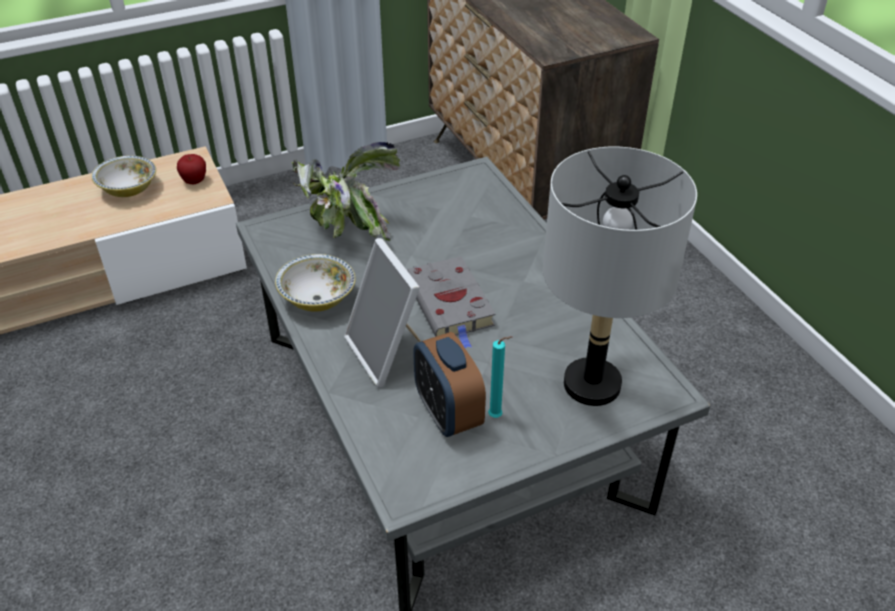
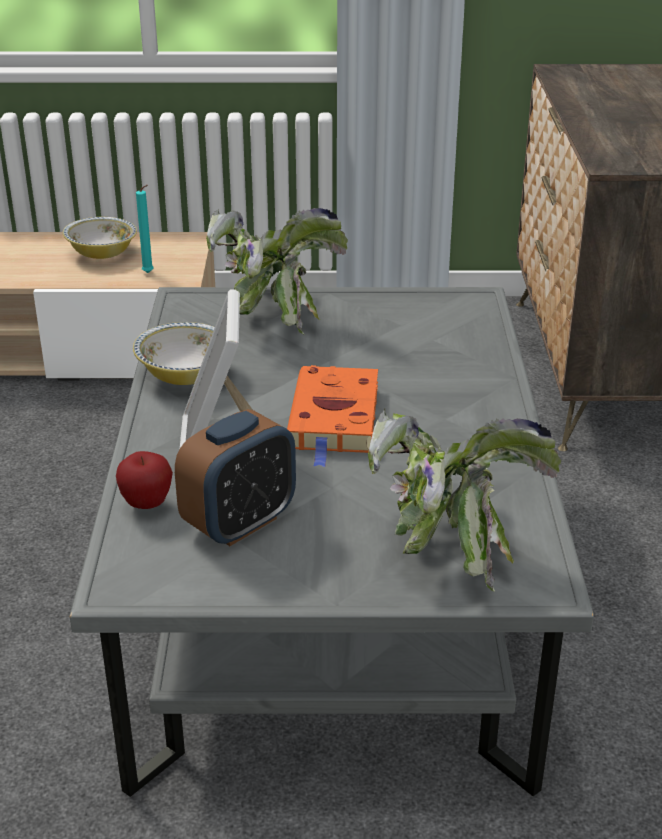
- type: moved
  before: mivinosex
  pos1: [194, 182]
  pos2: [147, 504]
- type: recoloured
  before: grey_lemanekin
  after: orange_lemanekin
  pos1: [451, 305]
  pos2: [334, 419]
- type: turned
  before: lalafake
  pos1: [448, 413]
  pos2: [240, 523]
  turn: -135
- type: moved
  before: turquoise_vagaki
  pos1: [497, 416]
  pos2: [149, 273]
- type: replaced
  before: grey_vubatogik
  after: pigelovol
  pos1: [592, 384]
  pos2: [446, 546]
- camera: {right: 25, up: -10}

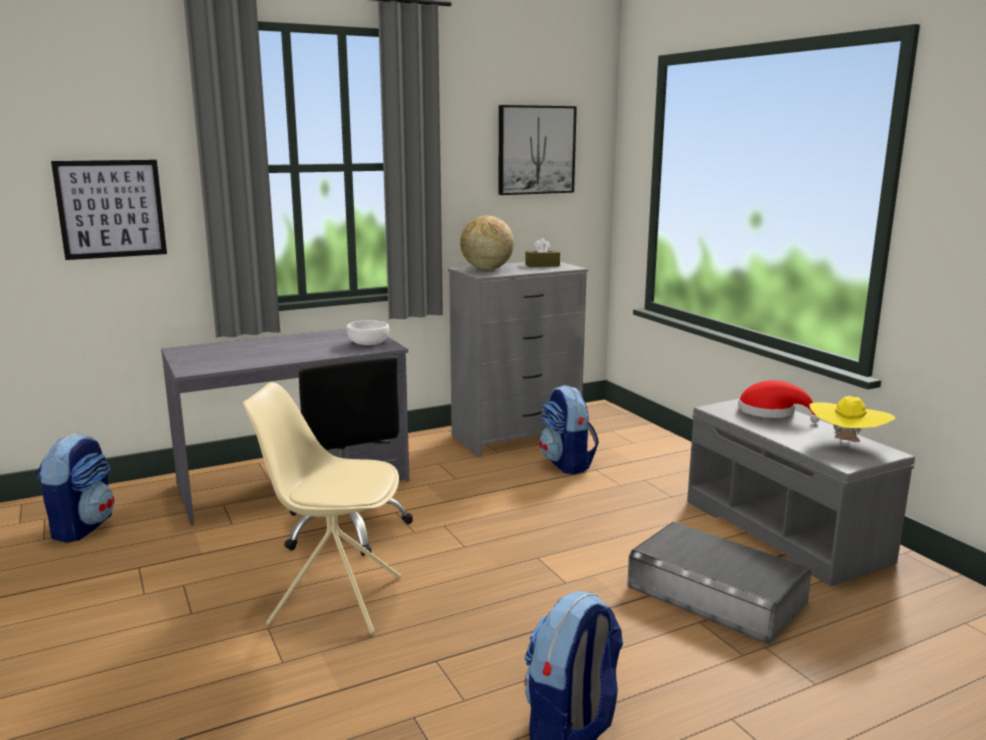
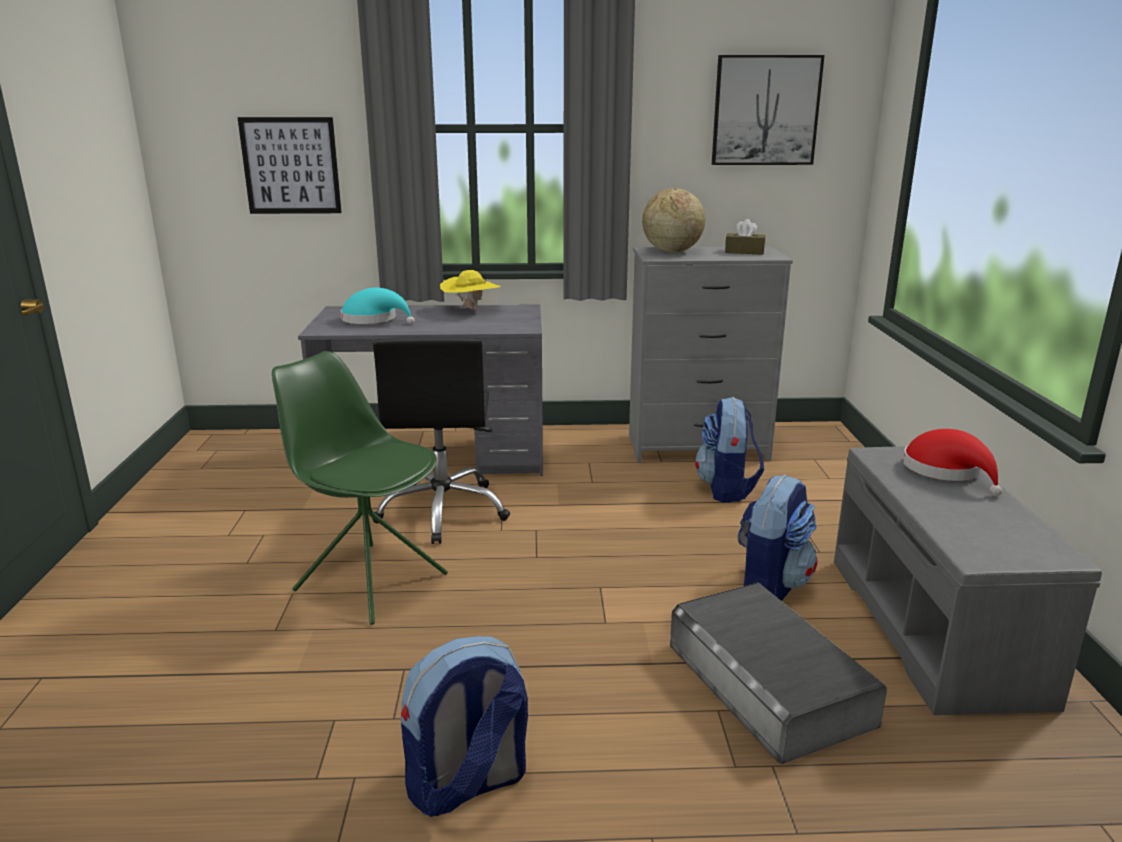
- type: moved
  before: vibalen
  pos1: [82, 527]
  pos2: [770, 585]
- type: recoloured
  before: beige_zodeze
  after: green_zodeze
  pos1: [334, 599]
  pos2: [369, 581]
- type: removed
  before: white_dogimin
  pos1: [368, 343]
- type: moved
  before: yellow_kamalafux
  pos1: [846, 442]
  pos2: [471, 310]
- type: added
  after: turquoise_kamalafux
  pos2: [373, 320]
- camera: {right: 25, up: 5}

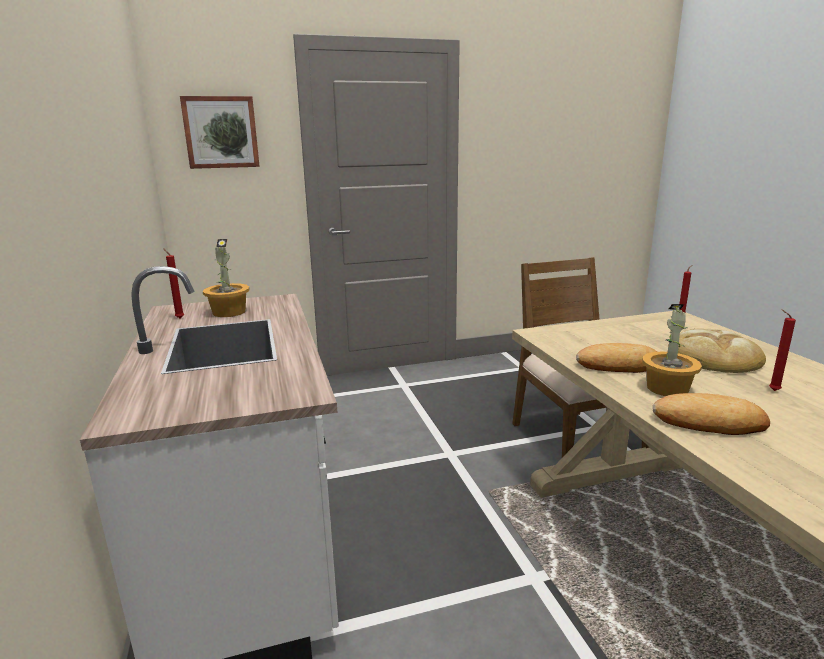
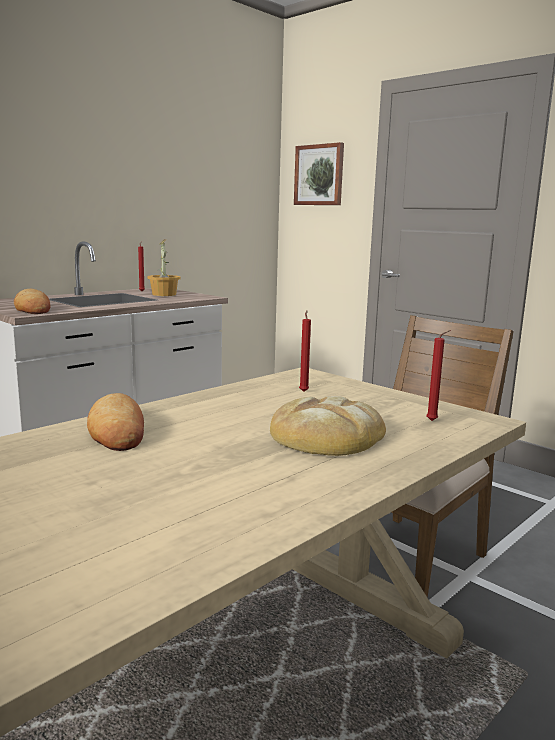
- type: moved
  before: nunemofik
  pos1: [619, 365]
  pos2: [33, 309]
- type: removed
  before: pigelovol
  pos1: [667, 389]
- type: moved
  before: red_vagaki
  pos1: [772, 390]
  pos2: [304, 391]
- camera: {right: 60, up: -5}

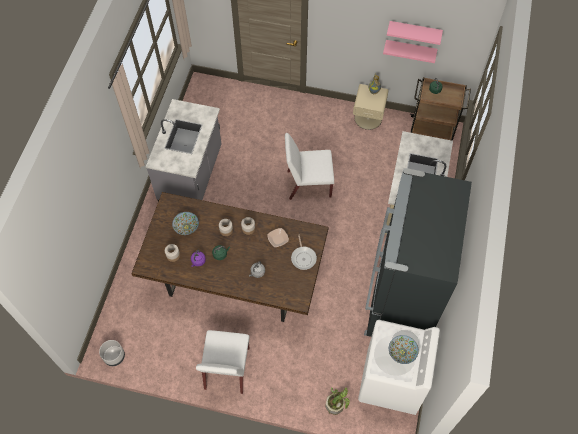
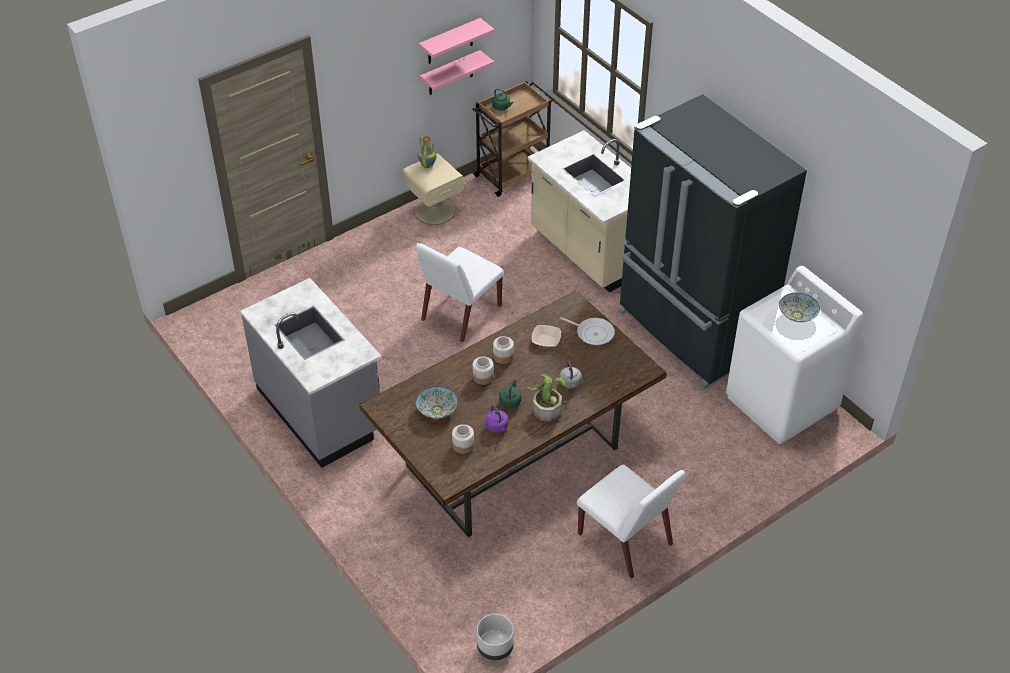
- type: moved
  before: pigelovol
  pos1: [336, 403]
  pos2: [547, 407]
- camera: {right: -50, up: -15}

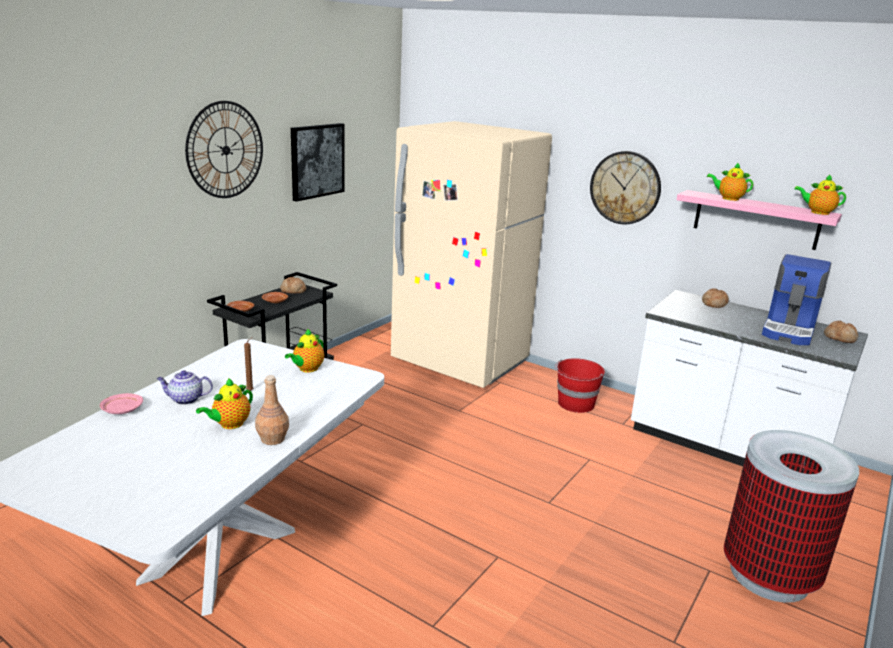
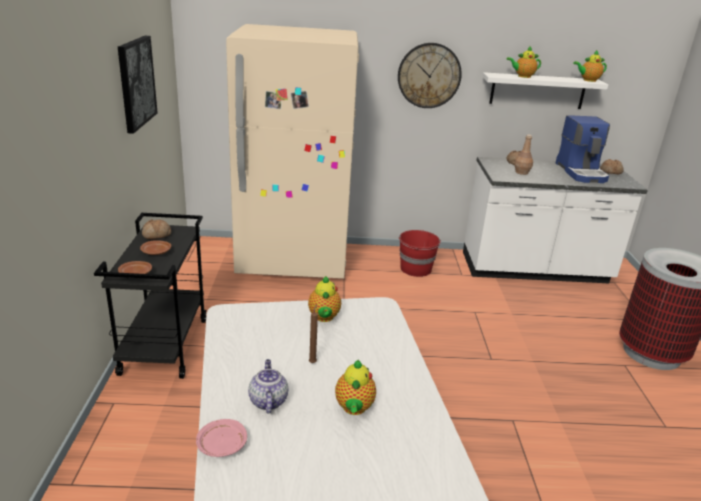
- type: turned
  before: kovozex
  pos1: [185, 399]
  pos2: [267, 401]
  turn: 120
- type: removed
  before: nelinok
  pos1: [225, 150]
- type: moved
  before: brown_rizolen
  pos1: [273, 439]
  pos2: [522, 172]
- type: recoloured
  before: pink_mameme
  after: white_mameme
  pos1: [756, 219]
  pos2: [537, 91]
- camera: {right: -35, up: 5}

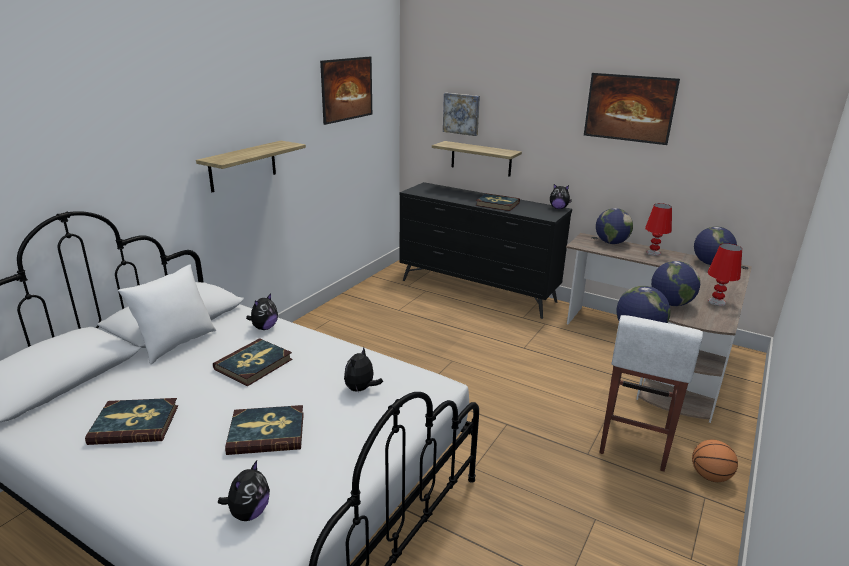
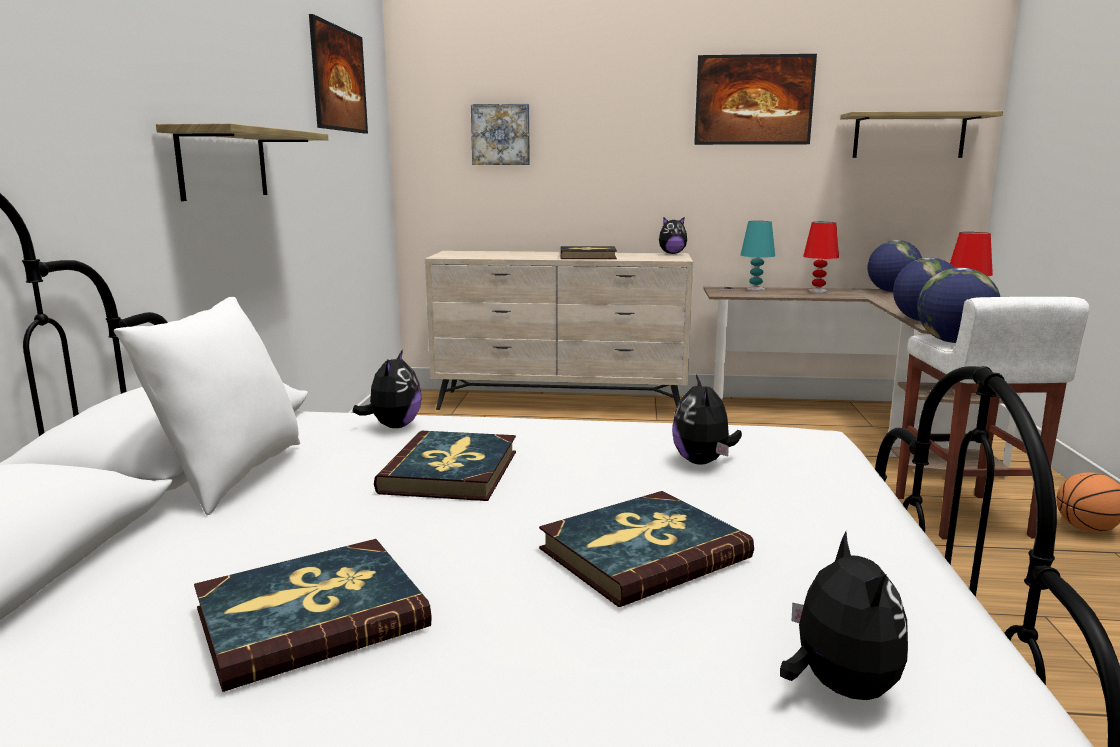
- type: recoloured
  before: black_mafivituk
  after: beige_mafivituk
  pos1: [477, 291]
  pos2: [561, 404]
- type: moved
  before: mameme
  pos1: [481, 158]
  pos2: [909, 136]
- type: replaced
  before: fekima
  after: turquoise_vubatogik
  pos1: [611, 243]
  pos2: [755, 289]
- camera: {right: -25, up: -10}

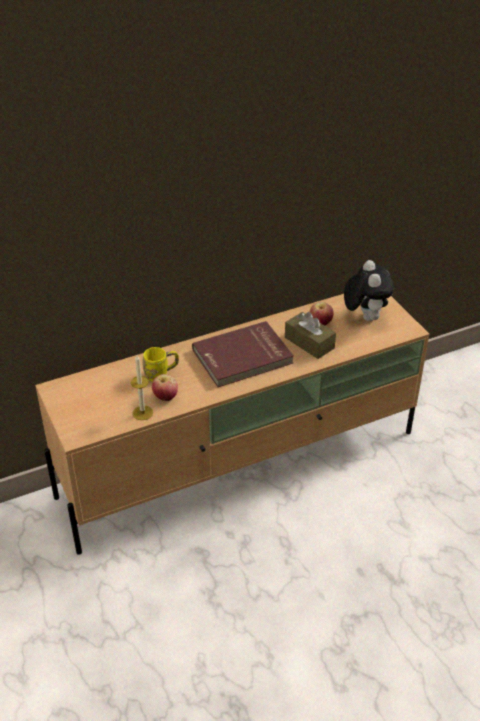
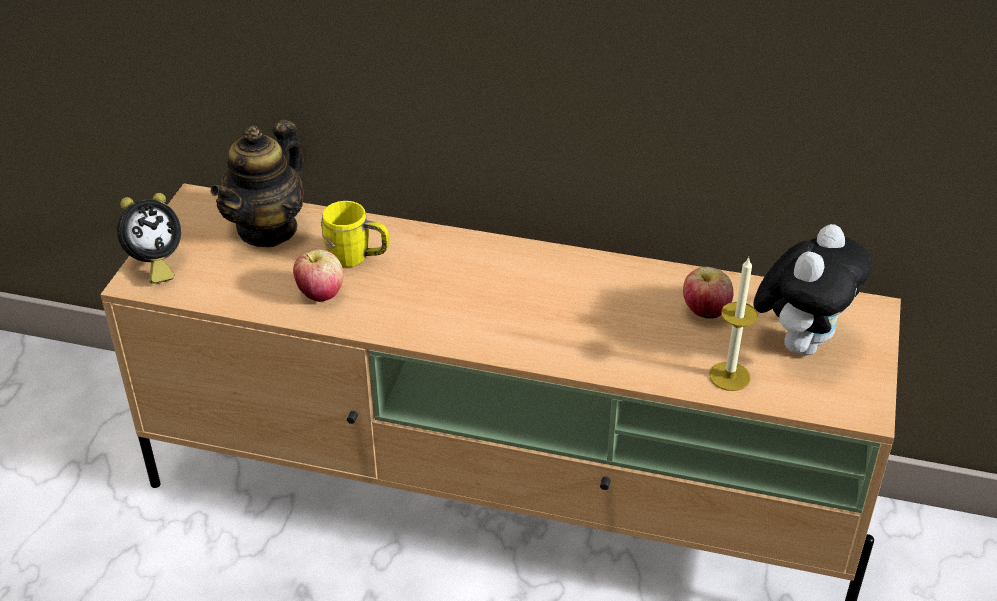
- type: moved
  before: vagaki
  pos1: [142, 413]
  pos2: [729, 376]
- type: removed
  before: red_lemanekin
  pos1: [243, 357]
- type: removed
  before: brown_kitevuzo
  pos1: [309, 343]
- type: added
  after: lalafake
  pos2: [154, 264]
- type: added
  after: kovozex
  pos2: [267, 228]
- camera: {right: 40, up: 0}

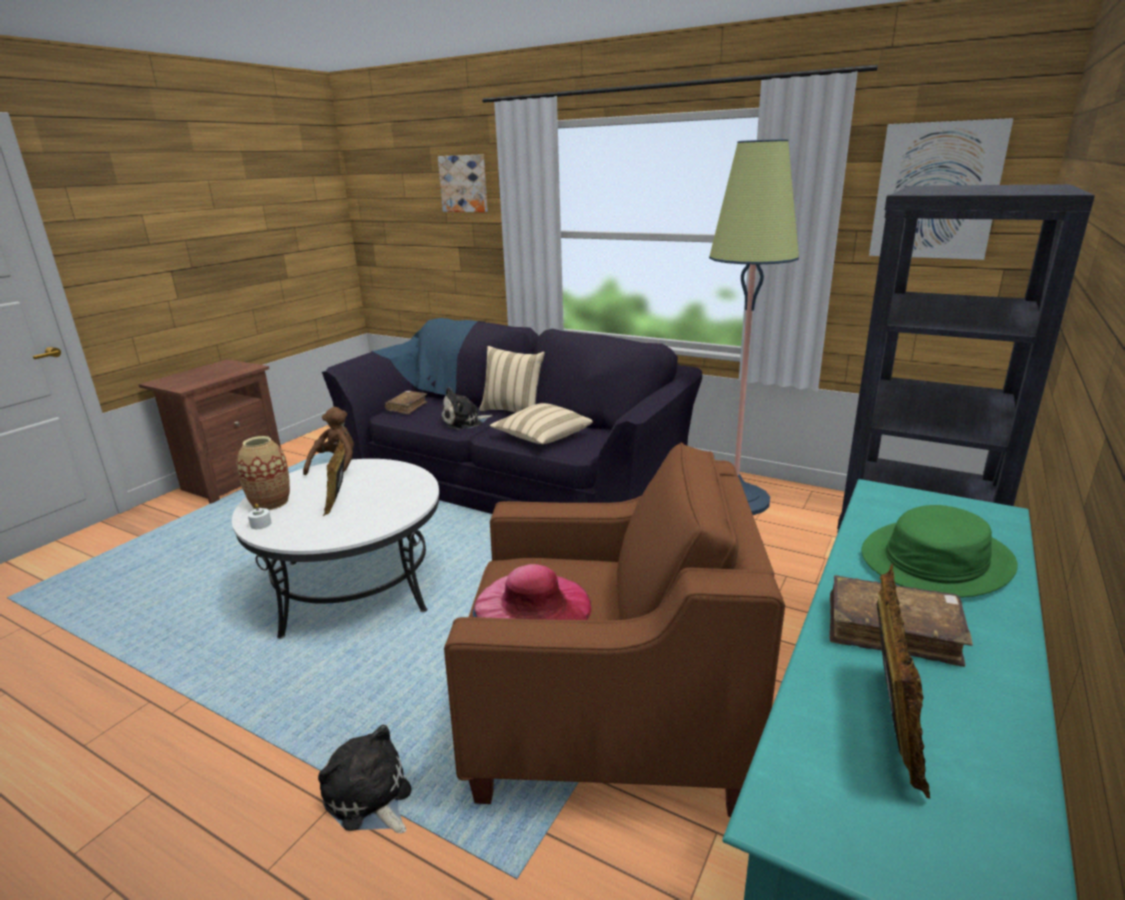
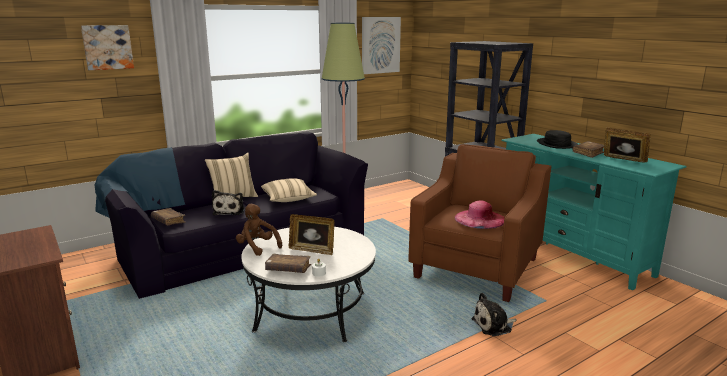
- type: replaced
  before: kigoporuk
  after: brown_lemanekin
  pos1: [270, 502]
  pos2: [288, 269]
- type: recoloured
  before: green_kamalafux
  after: black_kamalafux
  pos1: [935, 560]
  pos2: [556, 144]
- camera: {right: -65, up: -5}

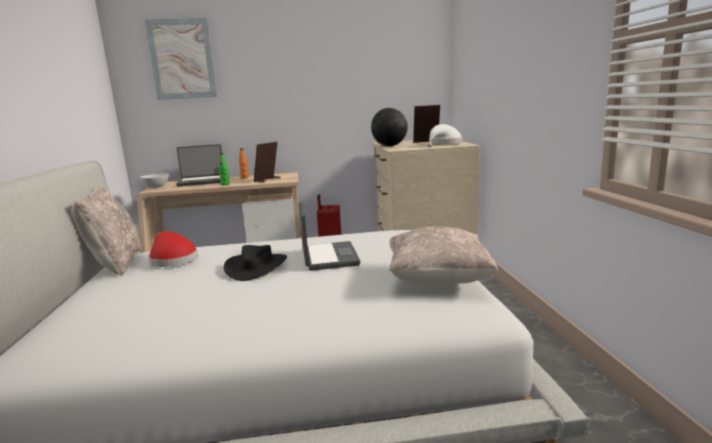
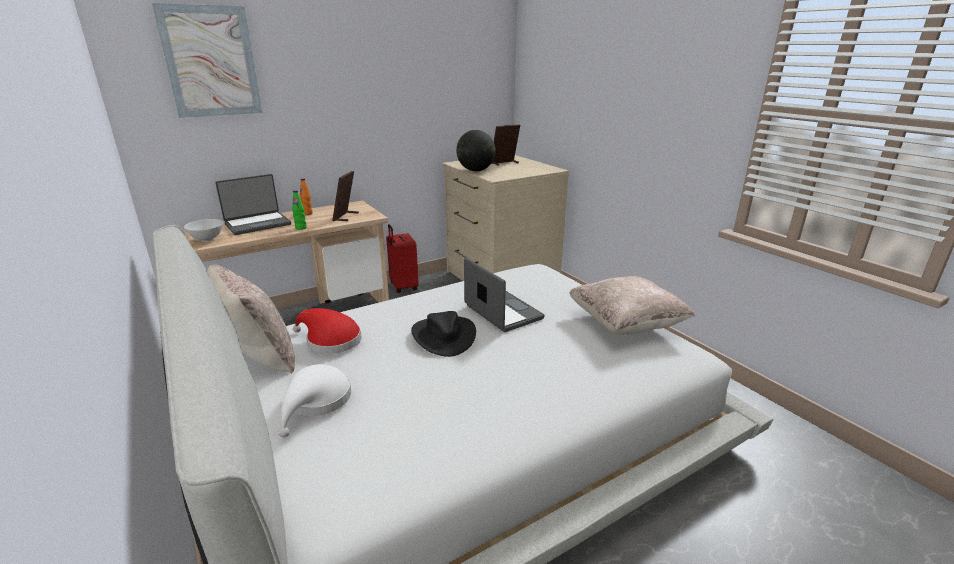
- type: moved
  before: white_kamalafux
  pos1: [444, 144]
  pos2: [316, 402]
- camera: {right: -25, up: 10}

